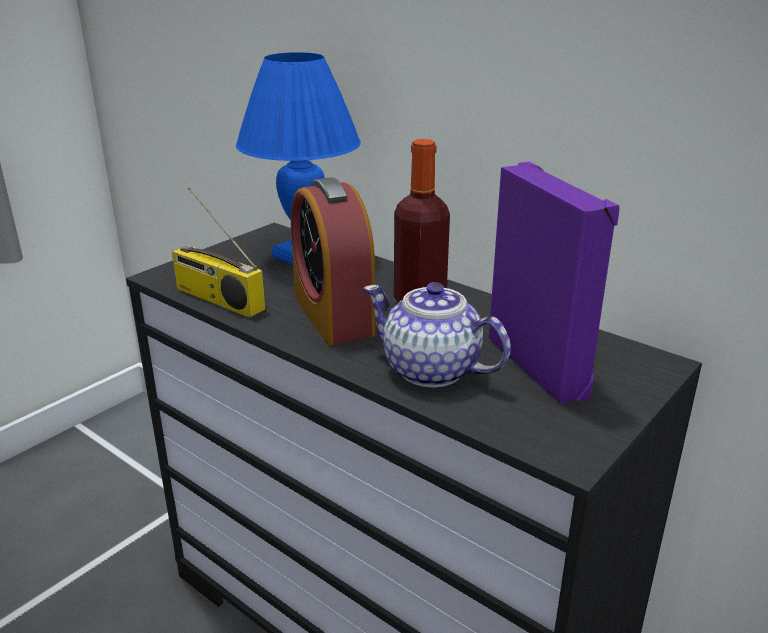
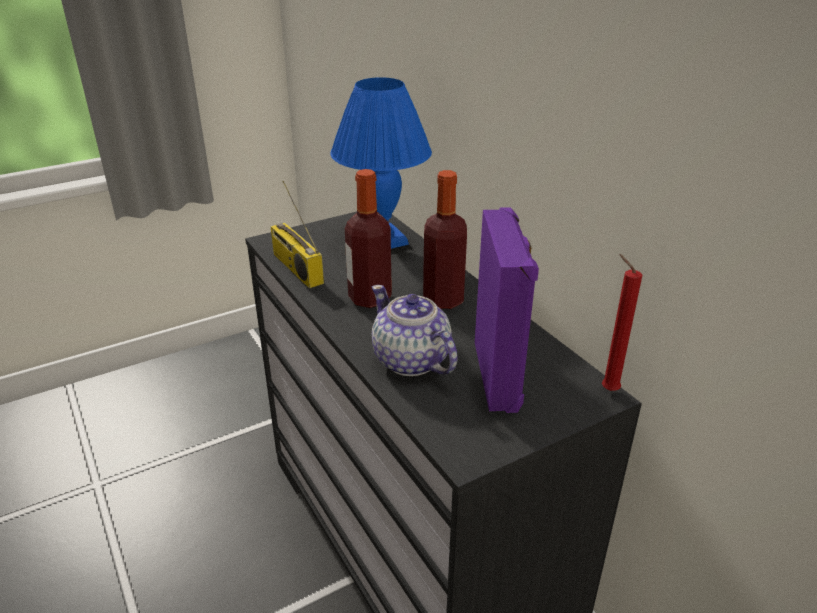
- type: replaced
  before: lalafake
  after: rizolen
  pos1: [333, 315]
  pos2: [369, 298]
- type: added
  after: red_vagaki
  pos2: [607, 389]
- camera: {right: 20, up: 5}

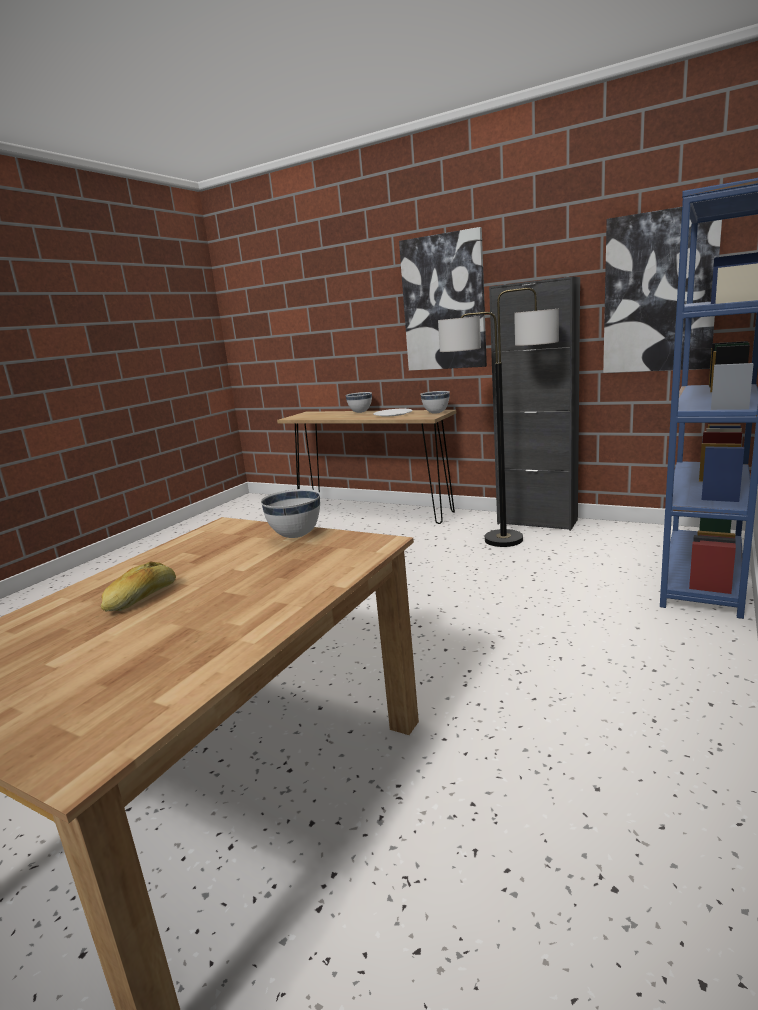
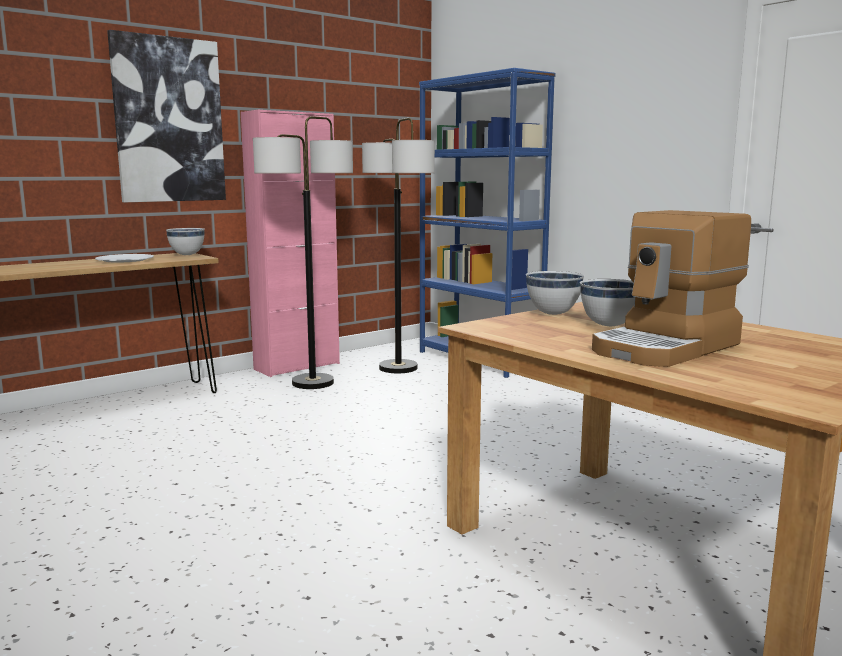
- type: replaced
  before: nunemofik
  after: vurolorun
  pos1: [142, 598]
  pos2: [667, 348]
- type: moved
  before: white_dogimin
  pos1: [360, 412]
  pos2: [609, 326]
- type: recoloured
  before: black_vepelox
  after: pink_vepelox
  pos1: [537, 522]
  pos2: [297, 366]
- type: removed
  before: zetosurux
  pos1: [659, 293]
- type: added
  after: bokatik
  pos2: [398, 368]
- camera: {right: -70, up: -5}

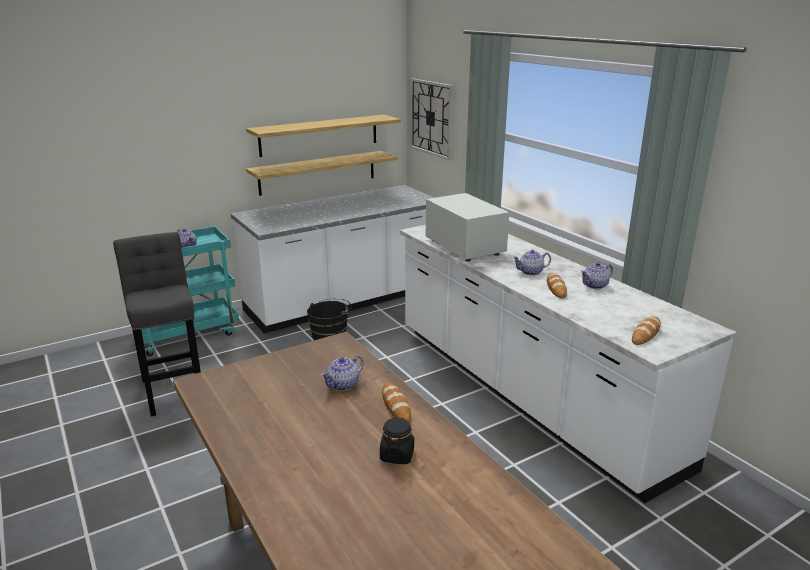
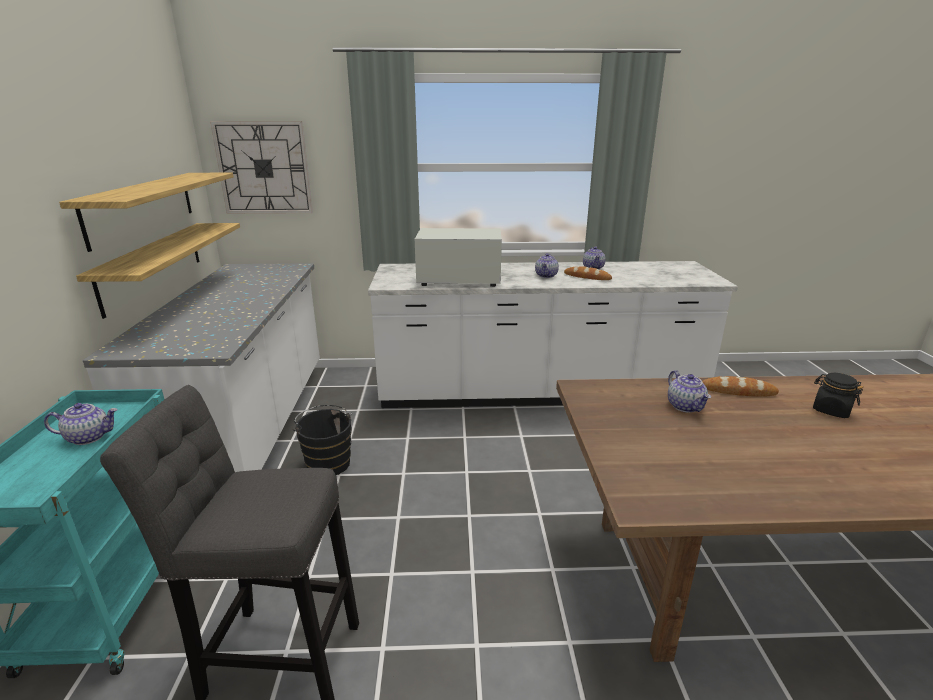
- type: removed
  before: nunemofik
  pos1: [646, 333]
- camera: {right: -60, up: 0}

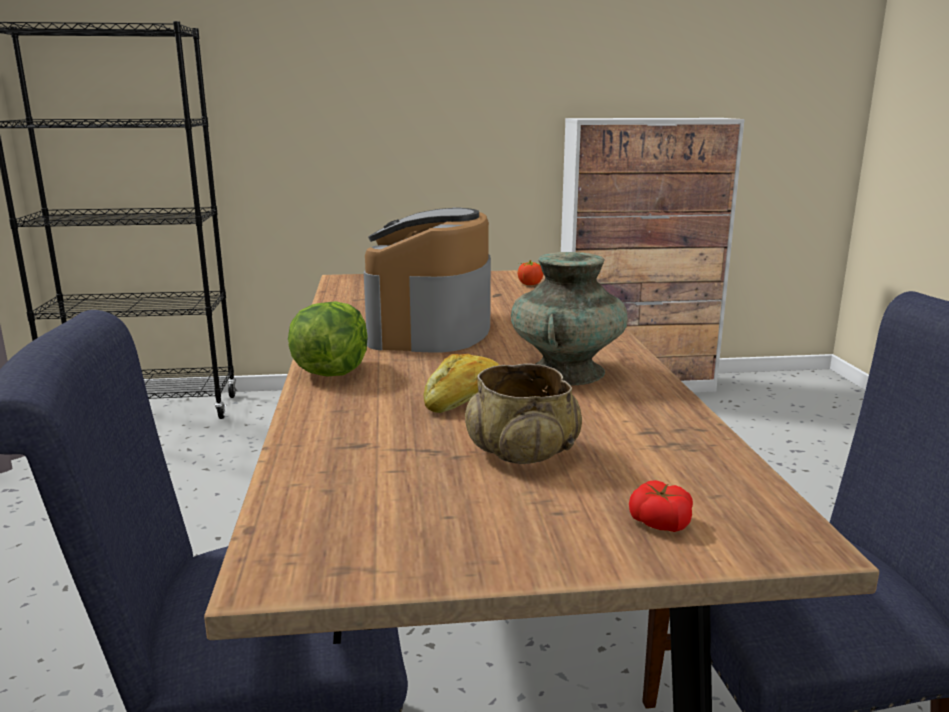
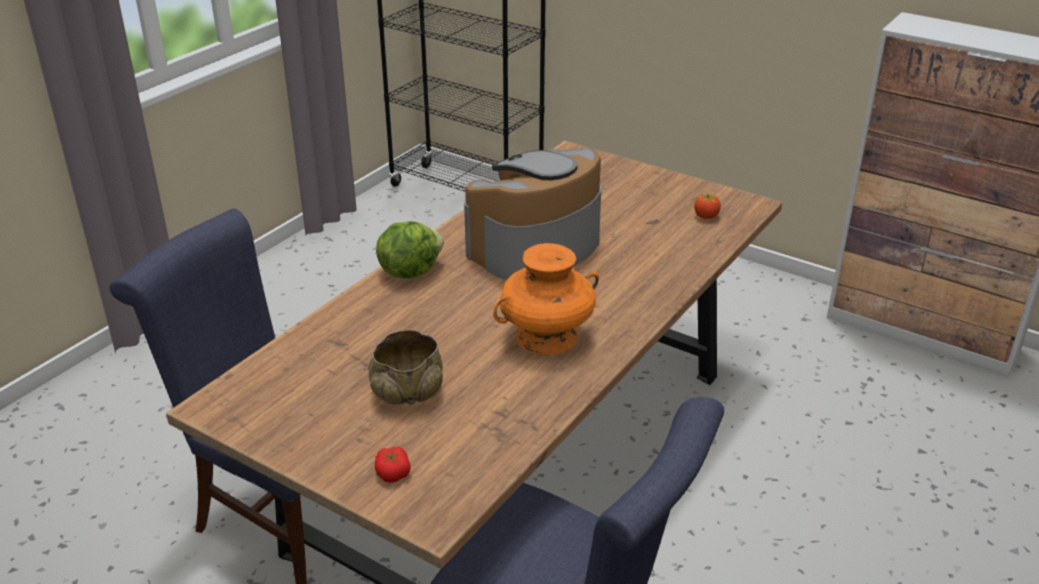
- type: removed
  before: nunemofik
  pos1: [465, 399]
- type: recoloured
  before: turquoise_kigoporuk
  after: orange_kigoporuk
  pos1: [566, 372]
  pos2: [546, 337]
- camera: {right: 40, up: 15}

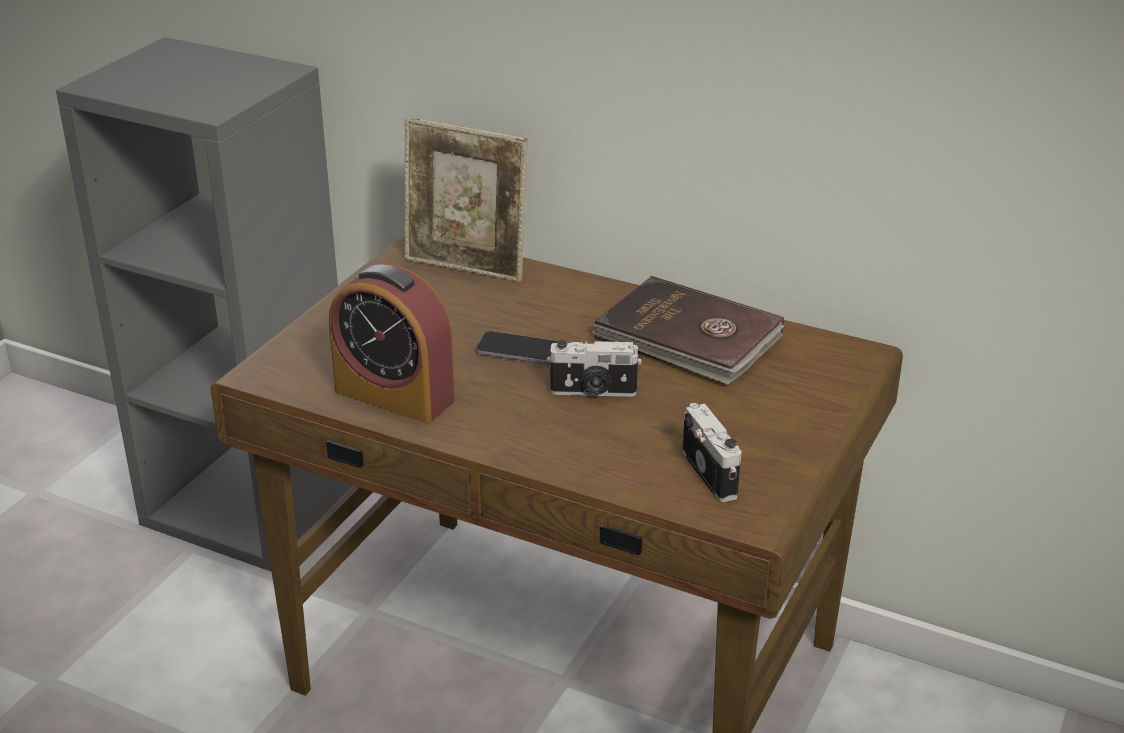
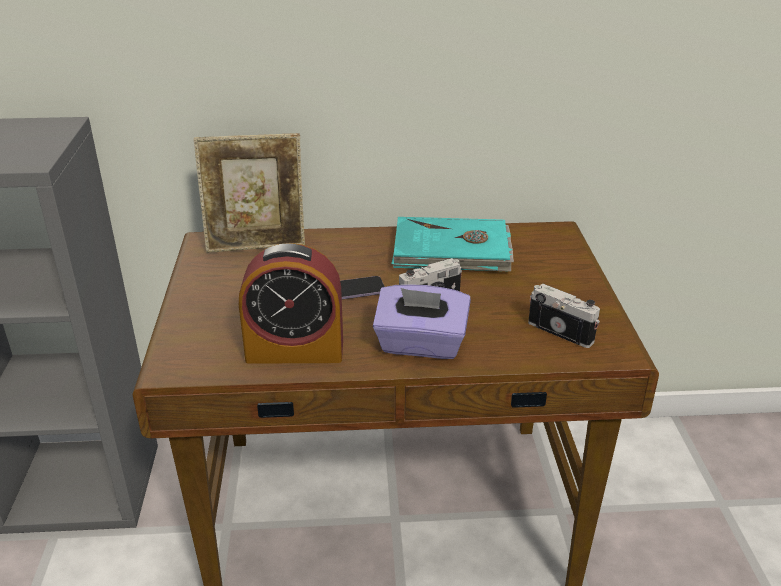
- type: recoloured
  before: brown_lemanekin
  after: turquoise_lemanekin
  pos1: [688, 338]
  pos2: [452, 250]
- type: added
  after: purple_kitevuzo
  pos2: [421, 345]
- camera: {right: -30, up: 0}

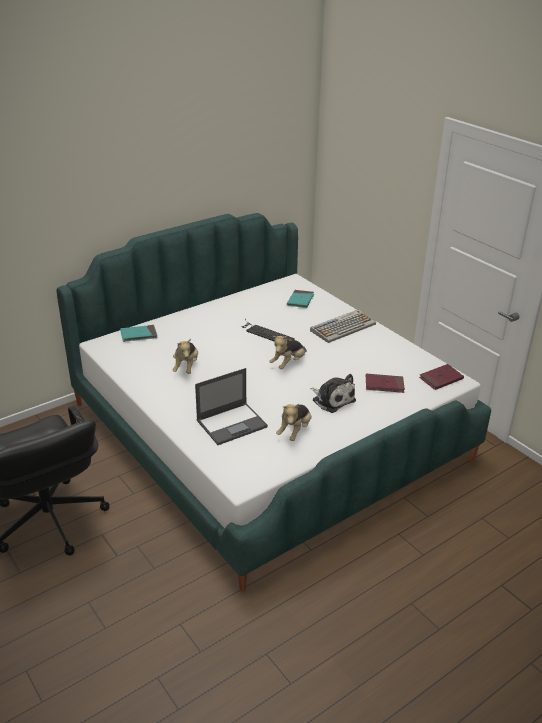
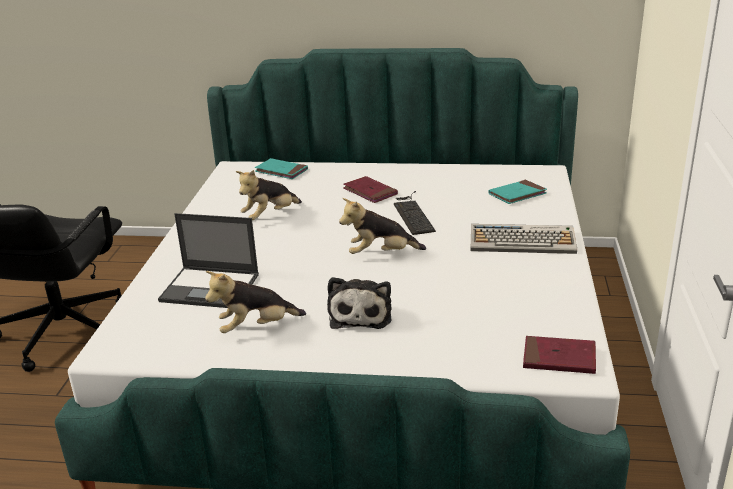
- type: moved
  before: red_lemanekin
  pos1: [384, 385]
  pos2: [370, 192]
- camera: {right: 45, up: -5}

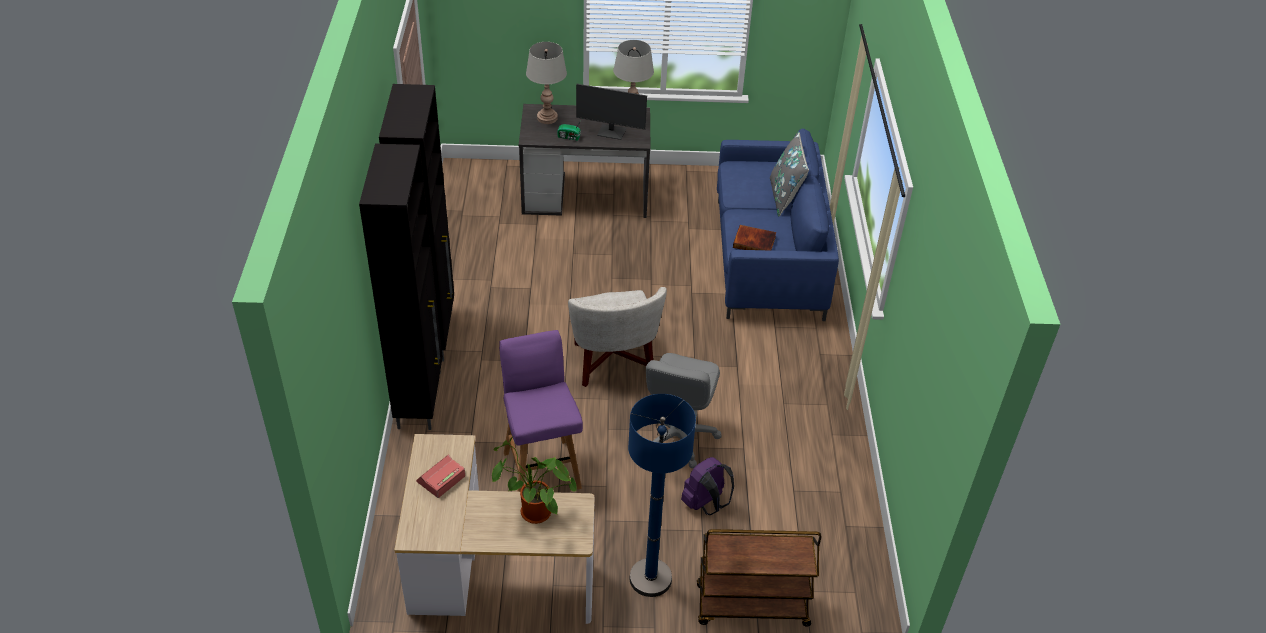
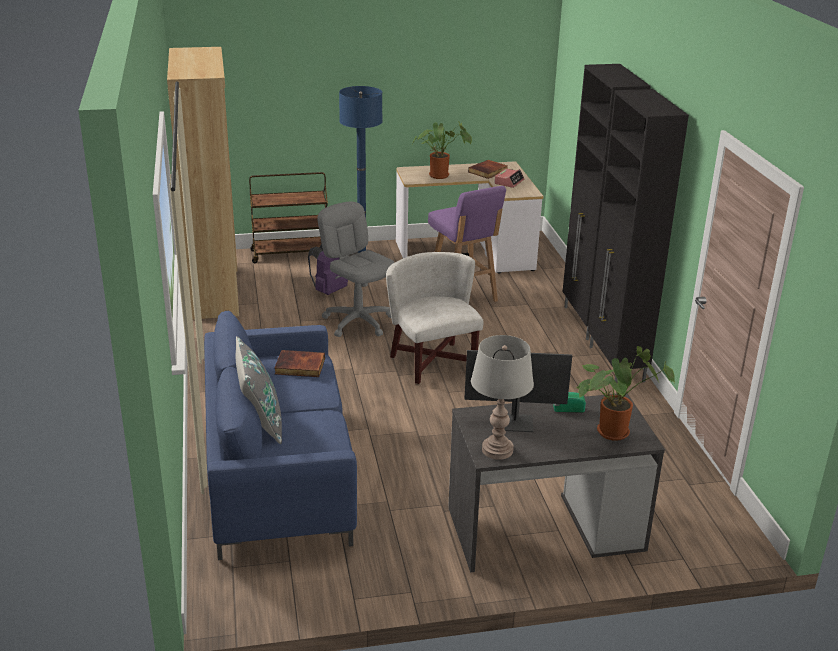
- type: replaced
  before: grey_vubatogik
  after: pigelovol
  pos1: [547, 118]
  pos2: [615, 431]
- type: turned
  before: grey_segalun
  pos1: [677, 437]
  pos2: [358, 322]
  turn: -45
- type: added
  after: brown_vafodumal
  pos2: [215, 292]
- type: added
  after: lemanekin
  pos2: [488, 171]
- camera: {right: 170, up: -15}

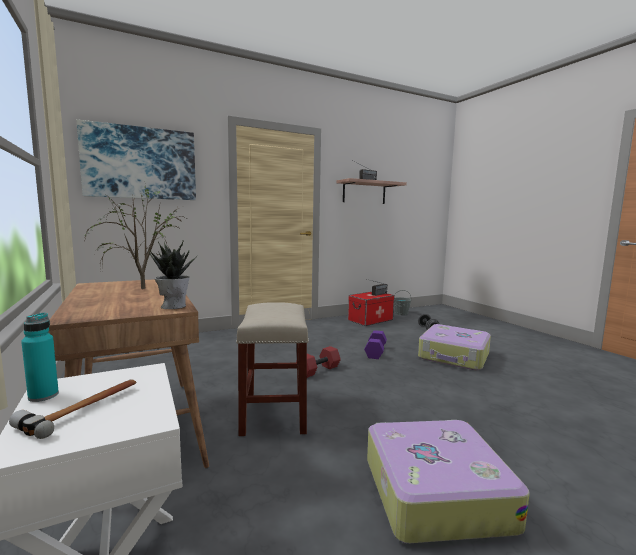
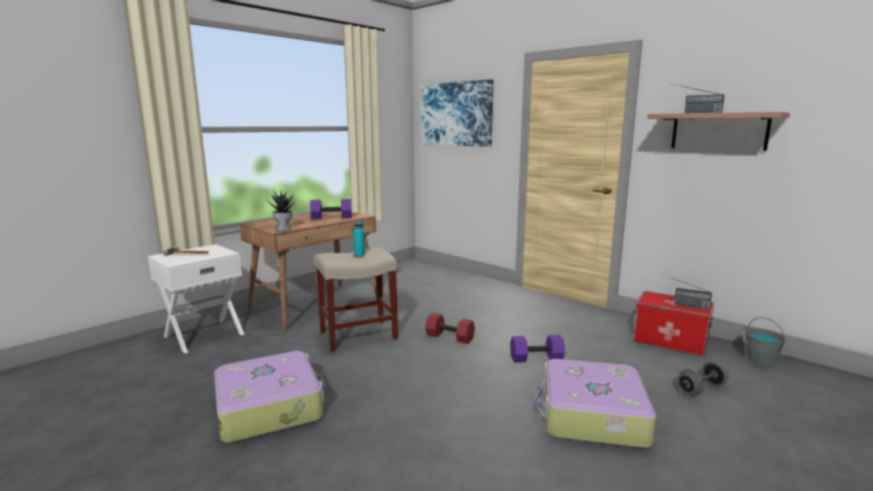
- type: moved
  before: turquoise_rizolen
  pos1: [43, 396]
  pos2: [359, 255]
- type: replaced
  before: pigelovol
  after: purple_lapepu
  pos1: [141, 288]
  pos2: [332, 217]
- camera: {right: 70, up: 5}

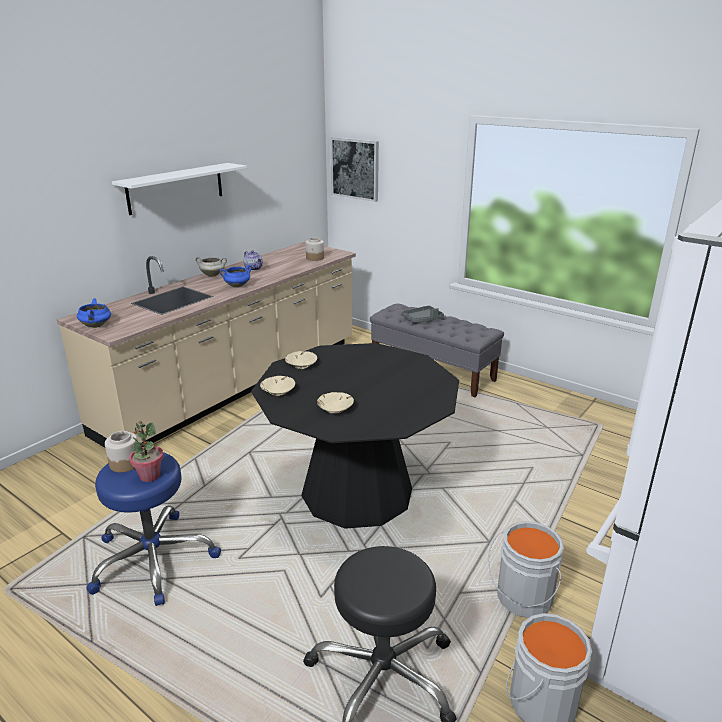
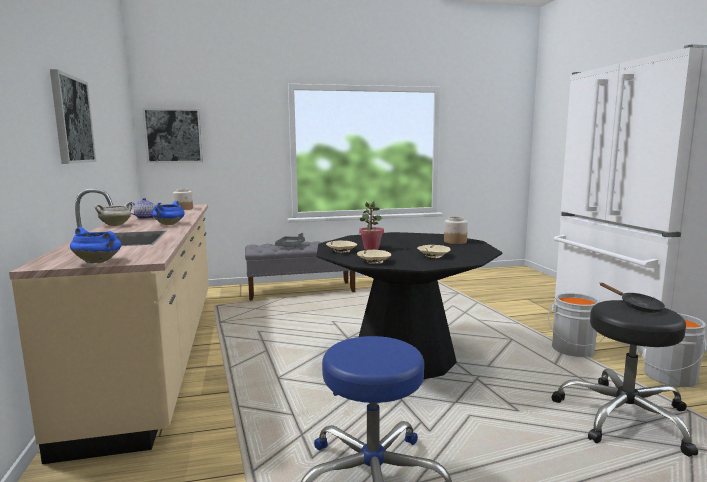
- type: moved
  before: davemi
  pos1: [125, 463]
  pos2: [455, 241]
- type: replaced
  before: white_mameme
  after: zetosurux
  pos1: [176, 188]
  pos2: [72, 120]
- type: moved
  before: pigelovol
  pos1: [149, 476]
  pos2: [371, 248]
- type: added
  after: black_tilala
  pos2: [637, 306]
- camera: {right: -50, up: -15}

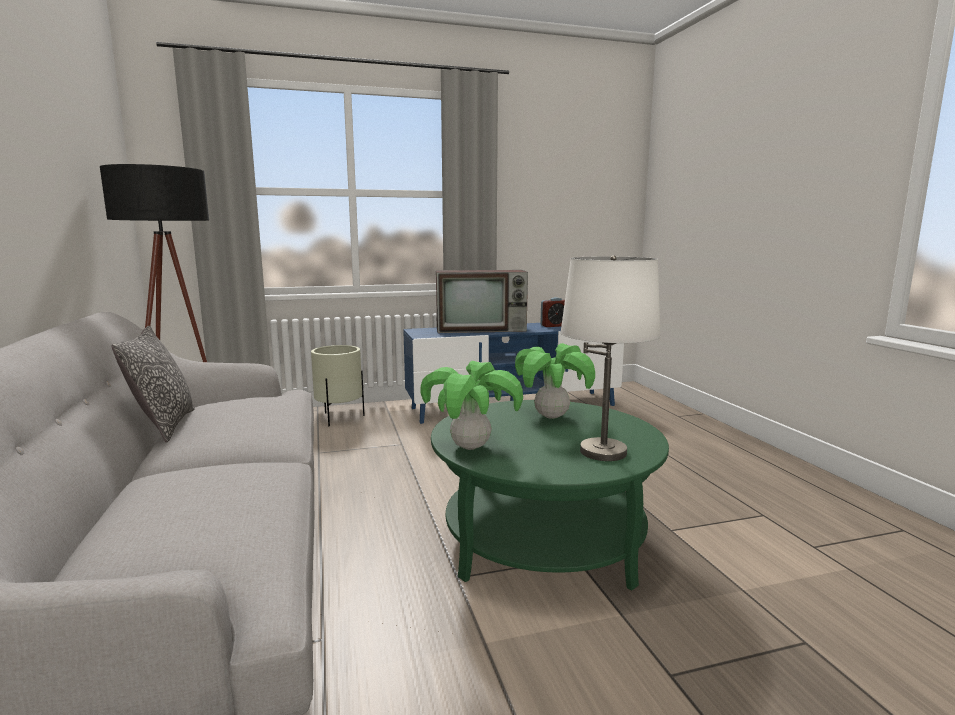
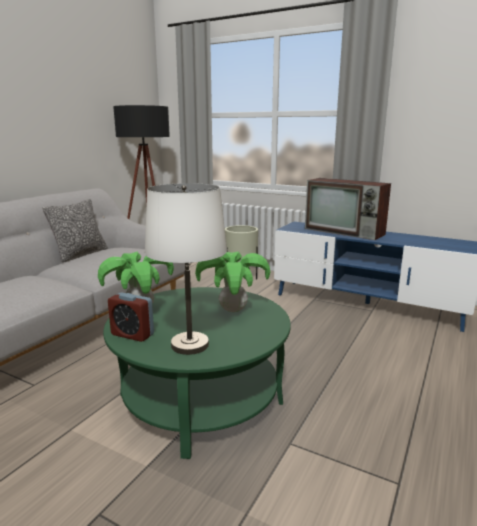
- type: moved
  before: lalafake
  pos1: [554, 325]
  pos2: [132, 334]
- camera: {right: 45, up: 5}

